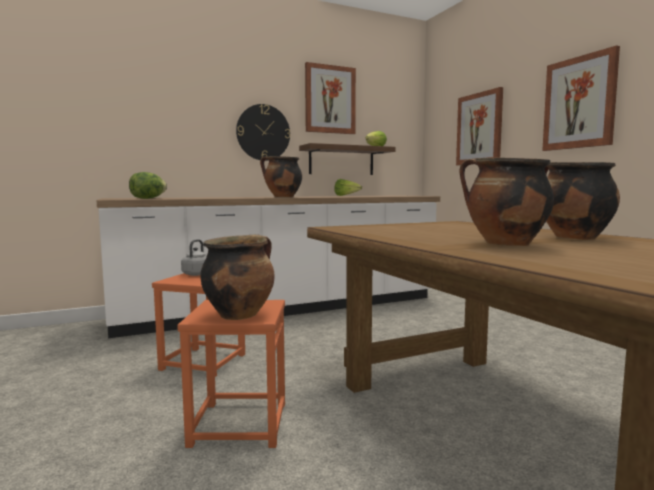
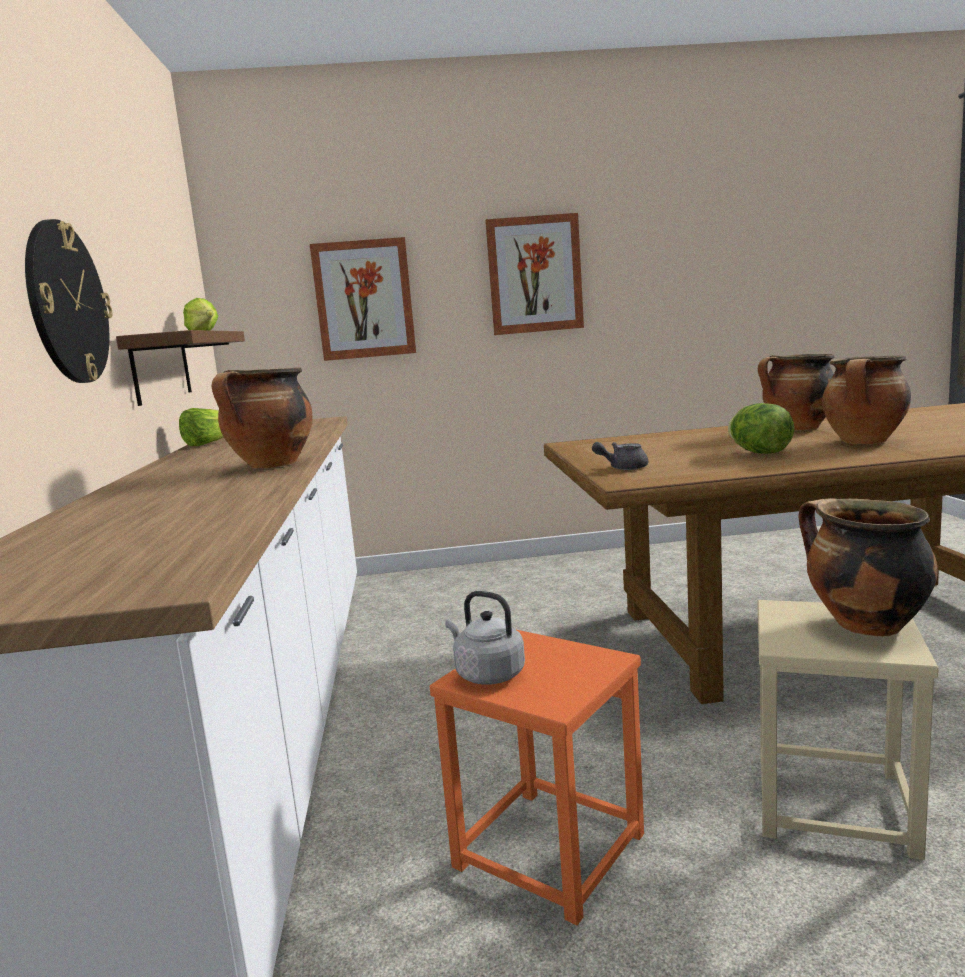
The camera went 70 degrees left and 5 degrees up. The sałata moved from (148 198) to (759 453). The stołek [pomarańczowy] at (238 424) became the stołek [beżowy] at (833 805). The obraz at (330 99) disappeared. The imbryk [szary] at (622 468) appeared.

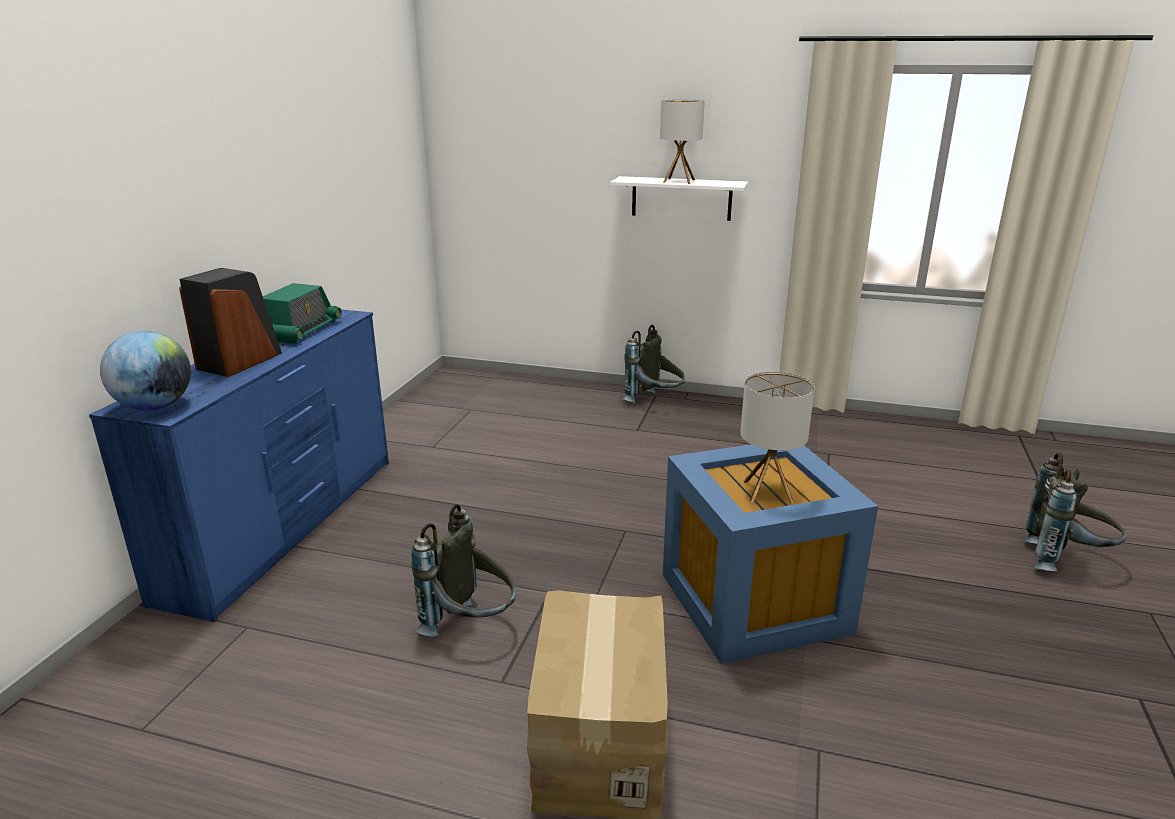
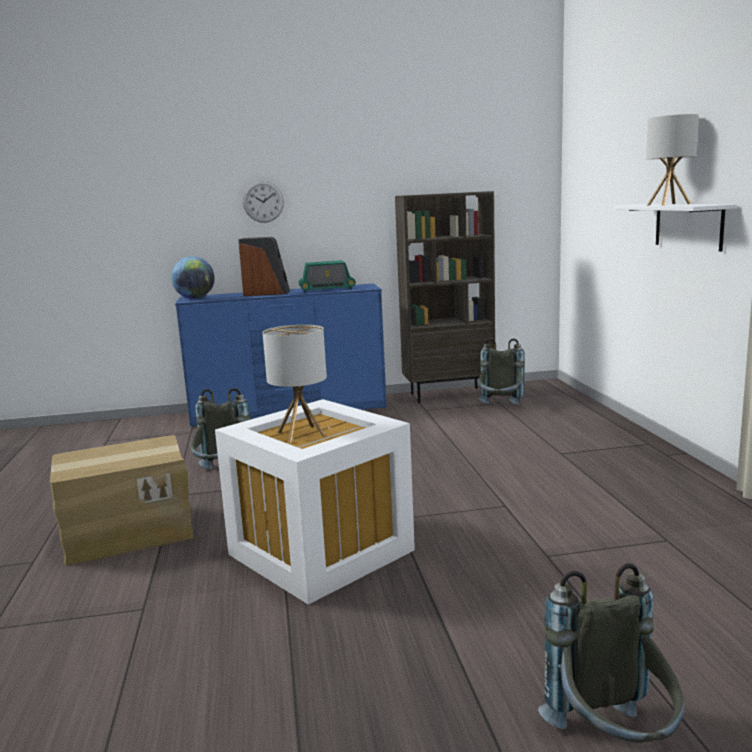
The camera went 65 degrees right and 10 degrees down. The plecak [szary] moved from (655 402) to (500 408). The pojemnik do przechowywania [niebieski] at (755 601) became the pojemnik do przechowywania [biały] at (324 552). The zegar ścienny at (263 201) appeared. The regał [brązowy] at (448 394) appeared.

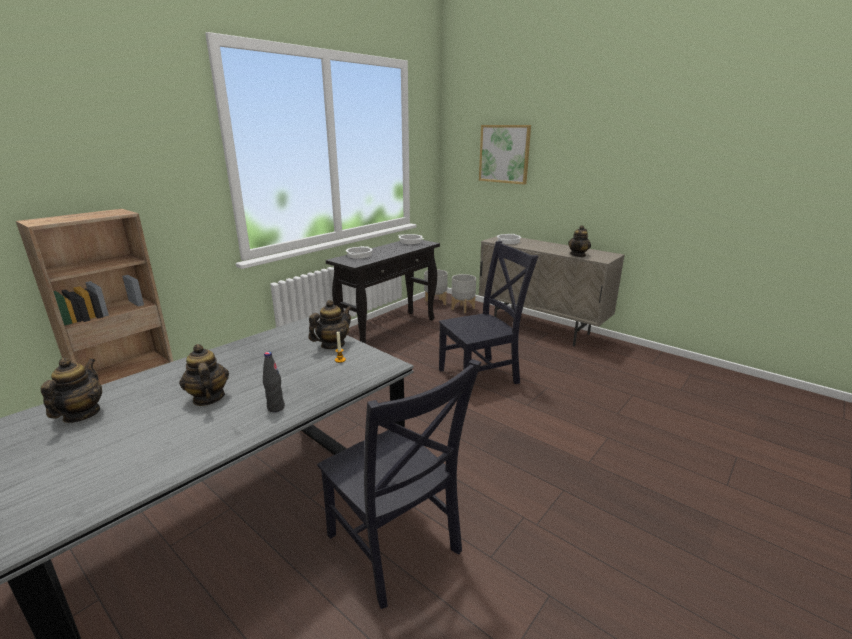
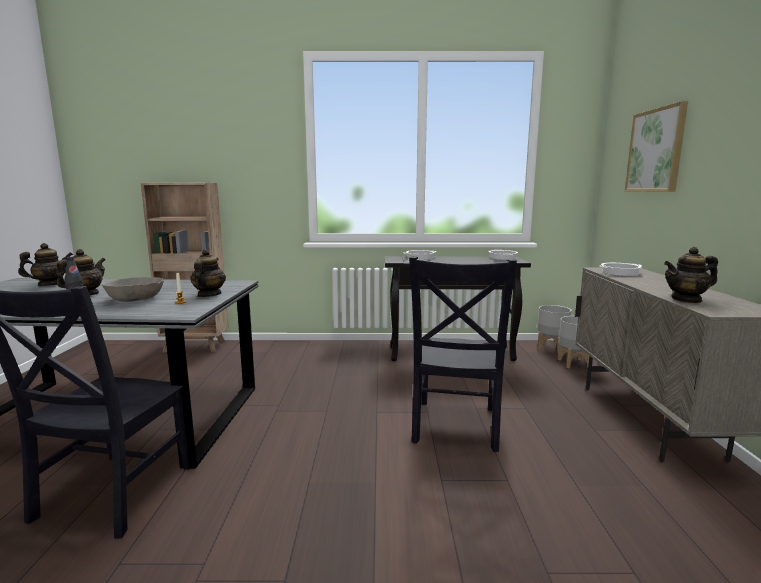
The camera went 50 degrees right and 10 degrees down. The imbryk at (332 345) turned 90 degrees counterclockwise. The krzesło [czarny] at (481 375) turned 75 degrees clockwise. The miska [szary] at (135 298) appeared.

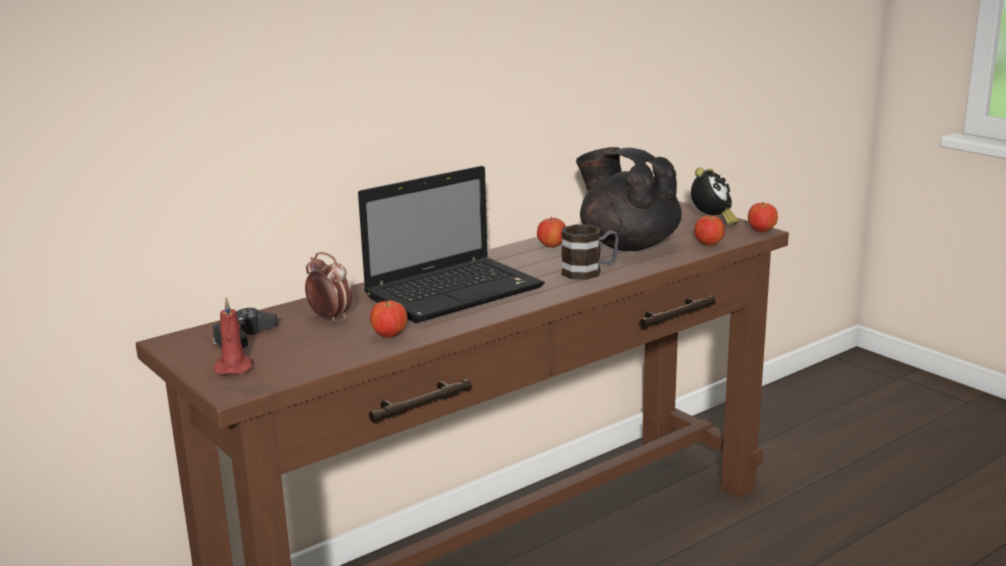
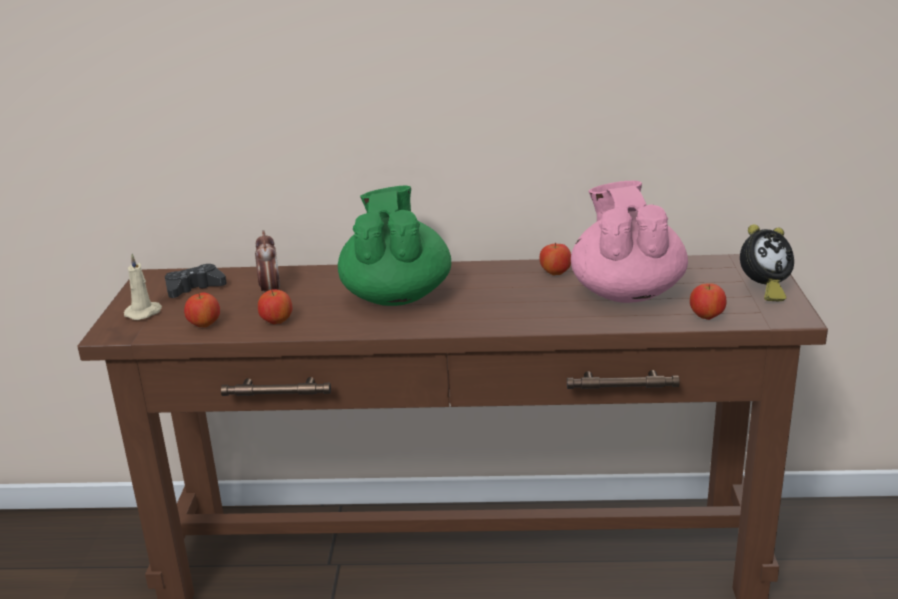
The camera went 40 degrees right and 5 degrees up. The świeca [czerwony] at (234 367) became the świeca [beżowy] at (144 313). The laptop at (456 291) was replaced by the imbryk [zielony] at (396 296). The kubek at (589 272) disappeared. The imbryk [czarny] at (628 245) became the imbryk [różowy] at (626 293). The jabłko moved from (761 231) to (204 325).

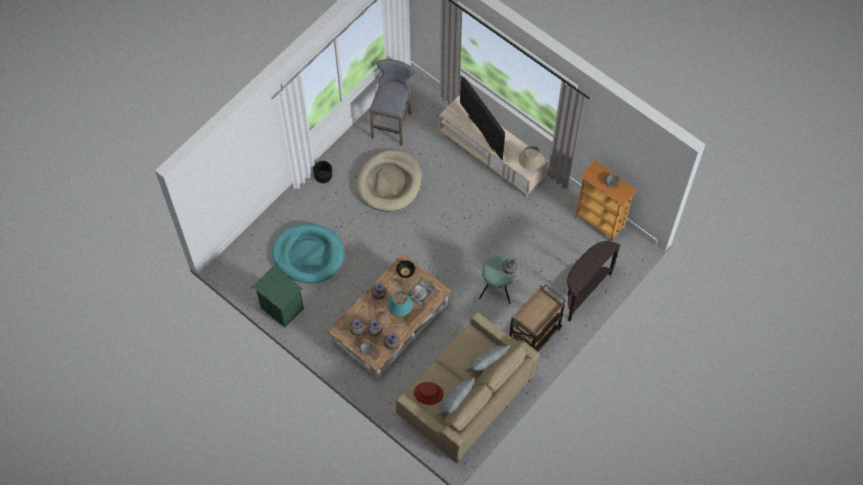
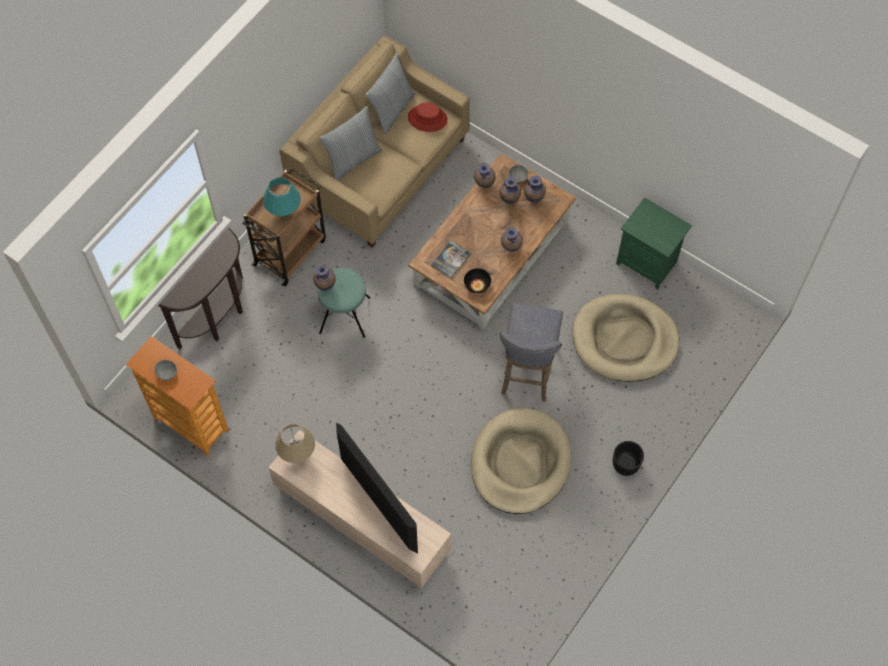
The camera went 175 degrees right and 0 degrees up. The legowisko [turkusowy] at (308 255) became the legowisko [beżowy] at (624 340). The stołek [szary] moved from (392 123) to (527 374). The lampa stołowa [turkusowy] moved from (400 310) to (284 212).

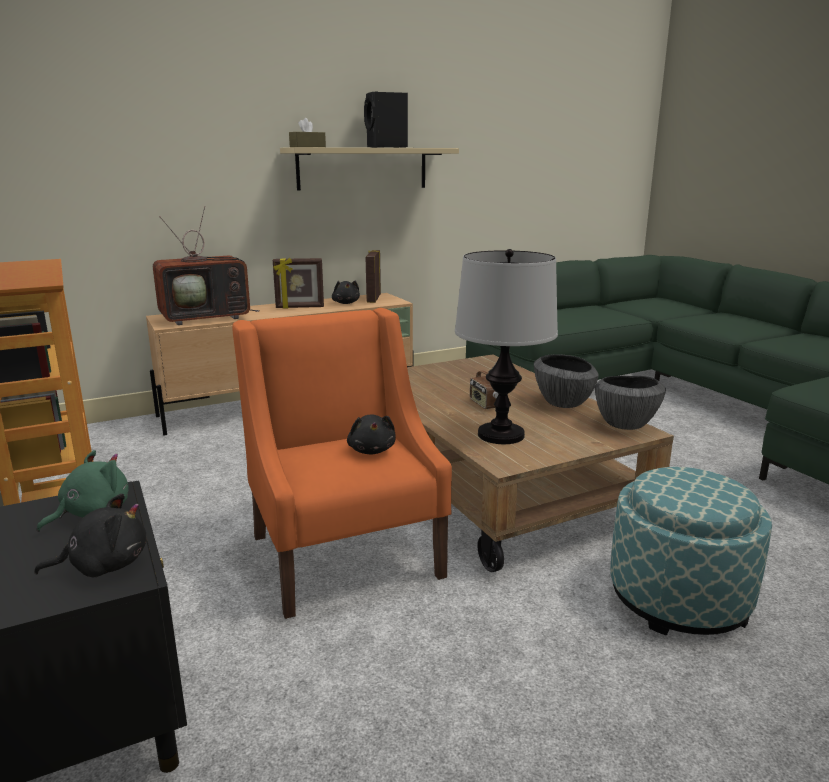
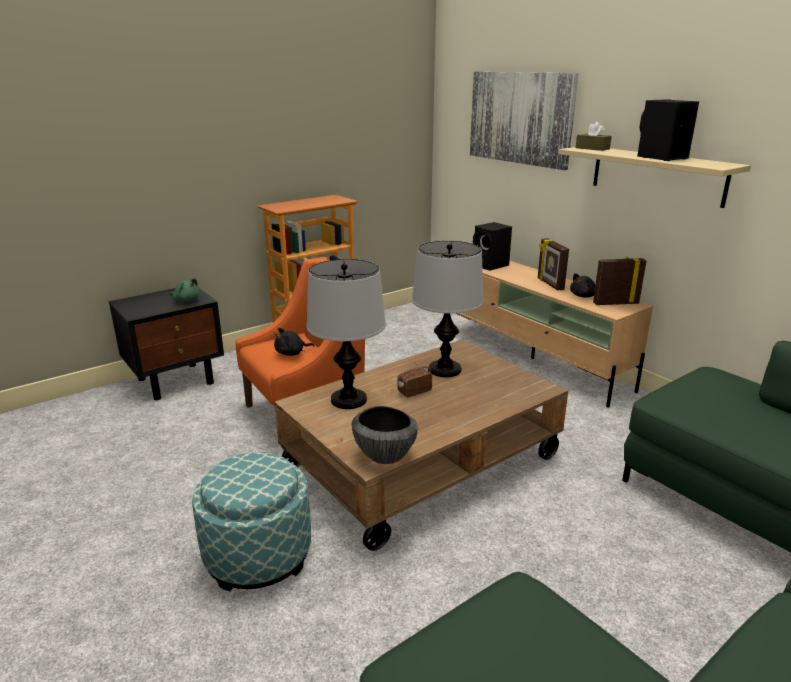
The camera went 80 degrees right and 5 degrees up. The pluszak [czarny] at (104 565) disappeared. The telewizor at (207 317) was replaced by the głośnik [czarny] at (491 265). The miska at (563 403) disappeared. The lampa stołowa at (445 369) appeared. The obraz at (520 118) appeared.

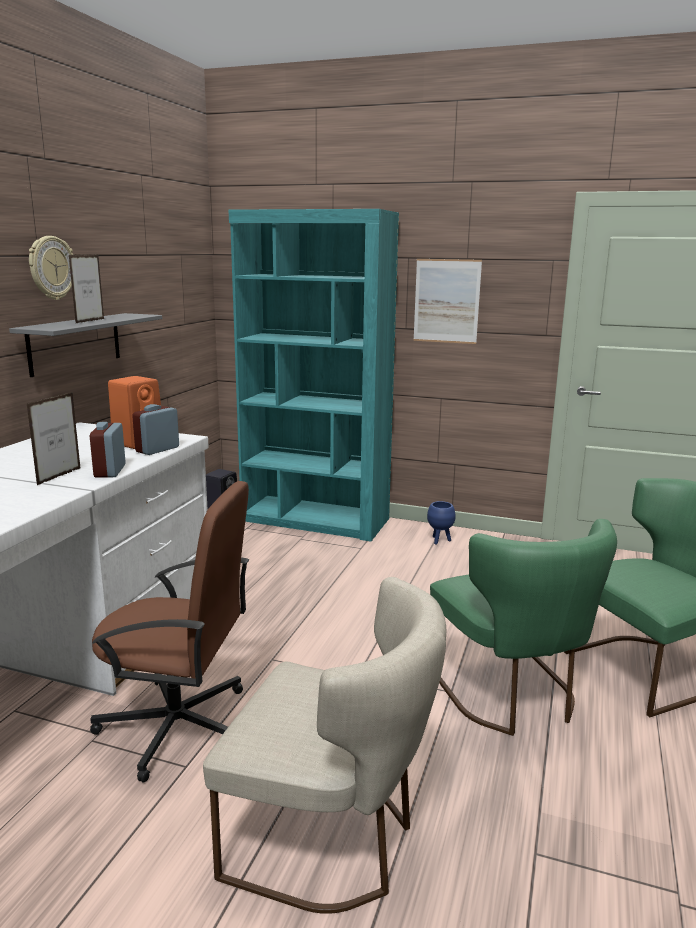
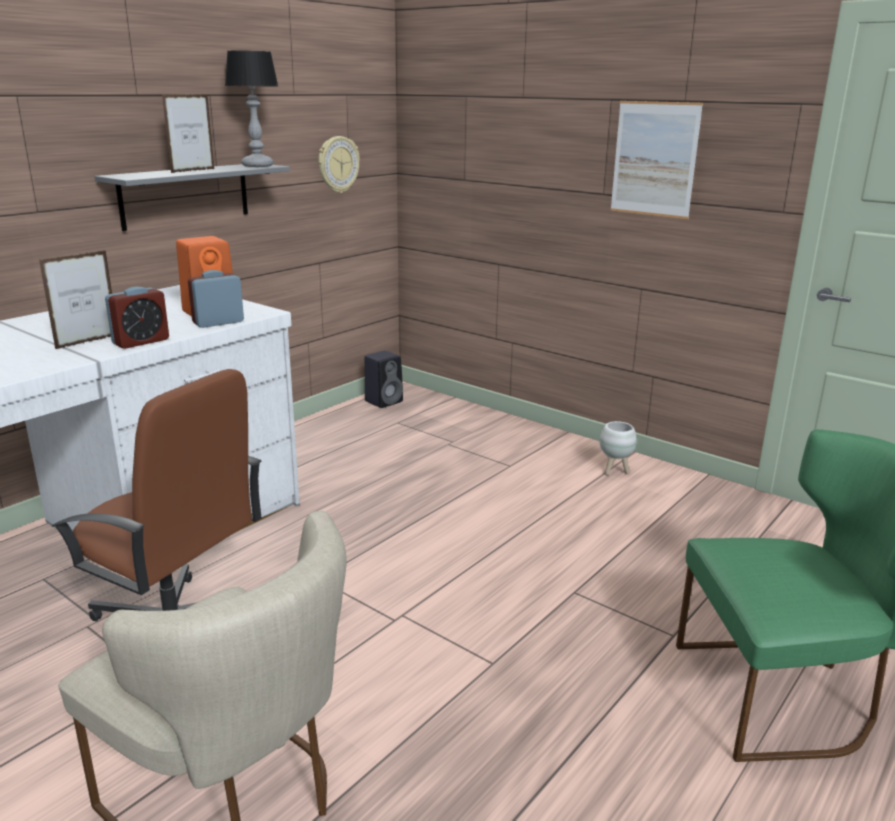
The camera went 20 degrees right and 5 degrees up. The zegar ścienny moved from (51 268) to (338 164). The budzik at (110 471) turned 150 degrees counterclockwise. The regał [turkusowy] at (315 520) disappeared. The donica [niebieski] at (440 540) became the donica [biały] at (615 471). The krzesło [zielony] at (512 696) disappeared. The lampa stołowa at (257 165) appeared.

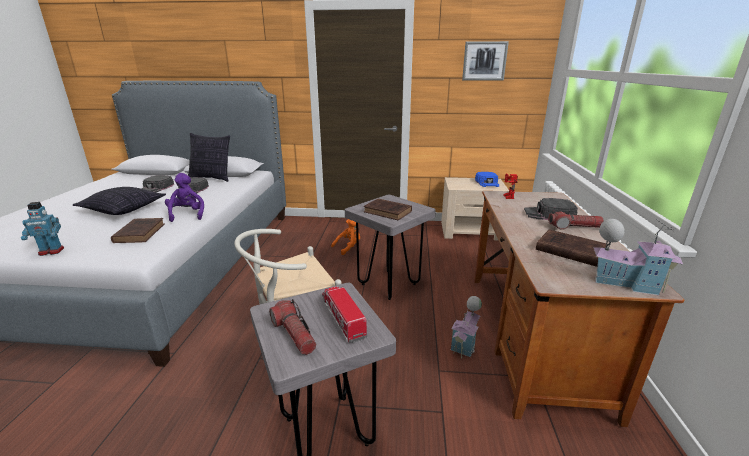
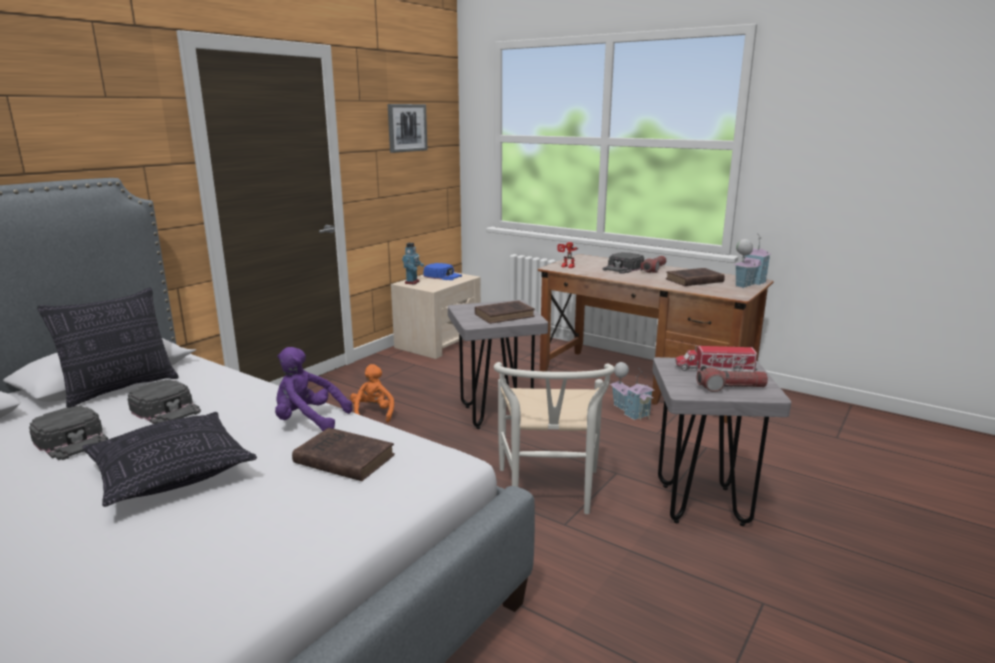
The camera went 60 degrees left and 5 degrees down. The robot zabawkowy moved from (51 251) to (412 282).

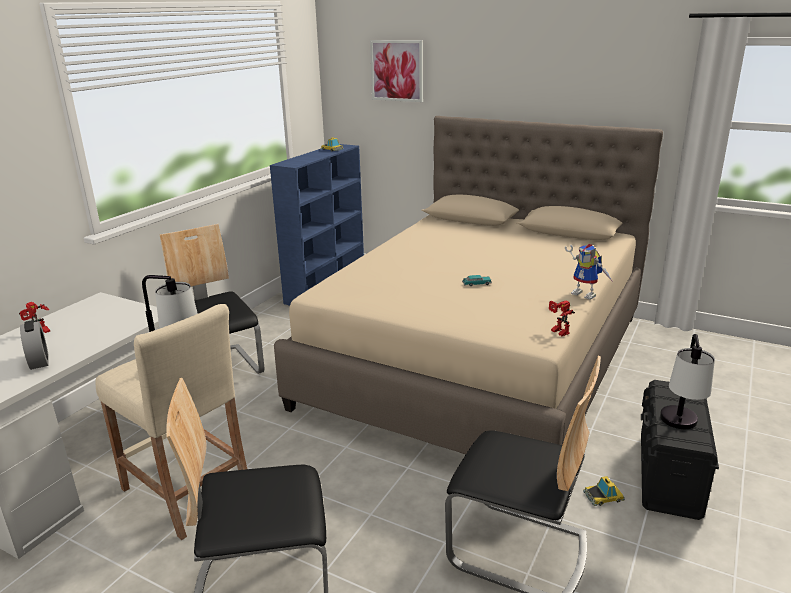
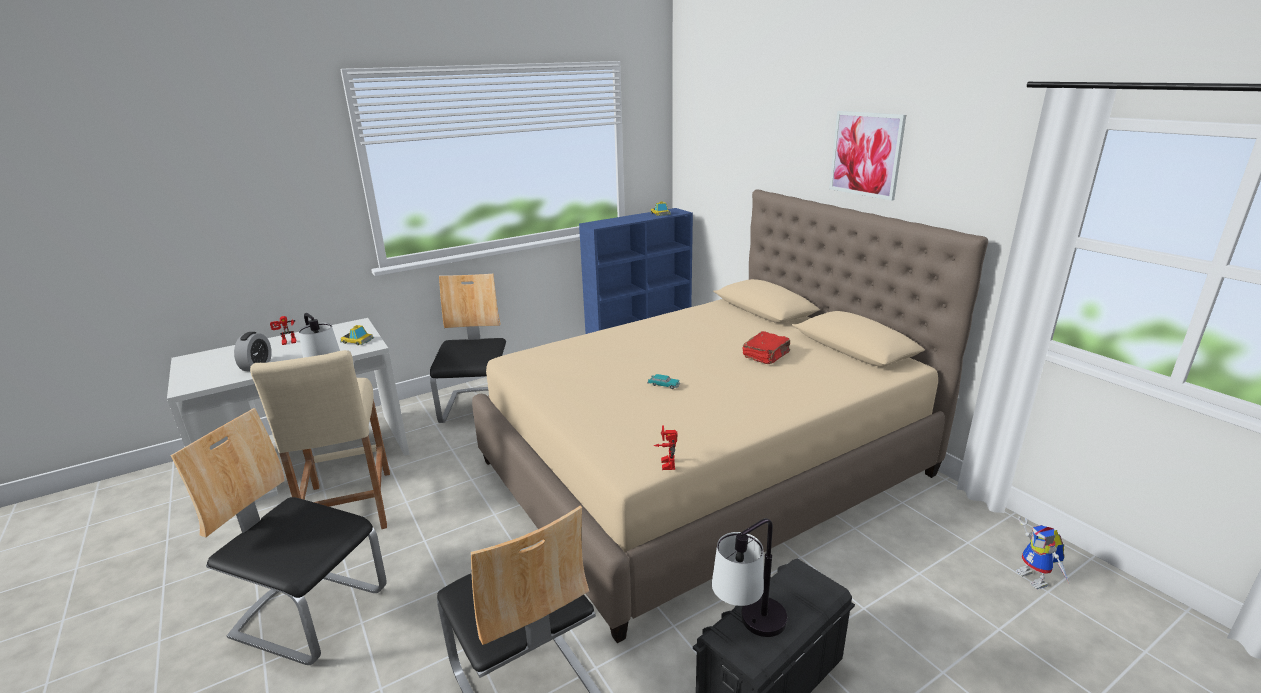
The camera went 30 degrees right and 0 degrees up. The obraz moved from (397 70) to (866 154). The robot zabawkowy moved from (587 294) to (1036 579). The samochodzik moved from (603 496) to (357 340). The książka [czerwony] at (766 355) appeared.

